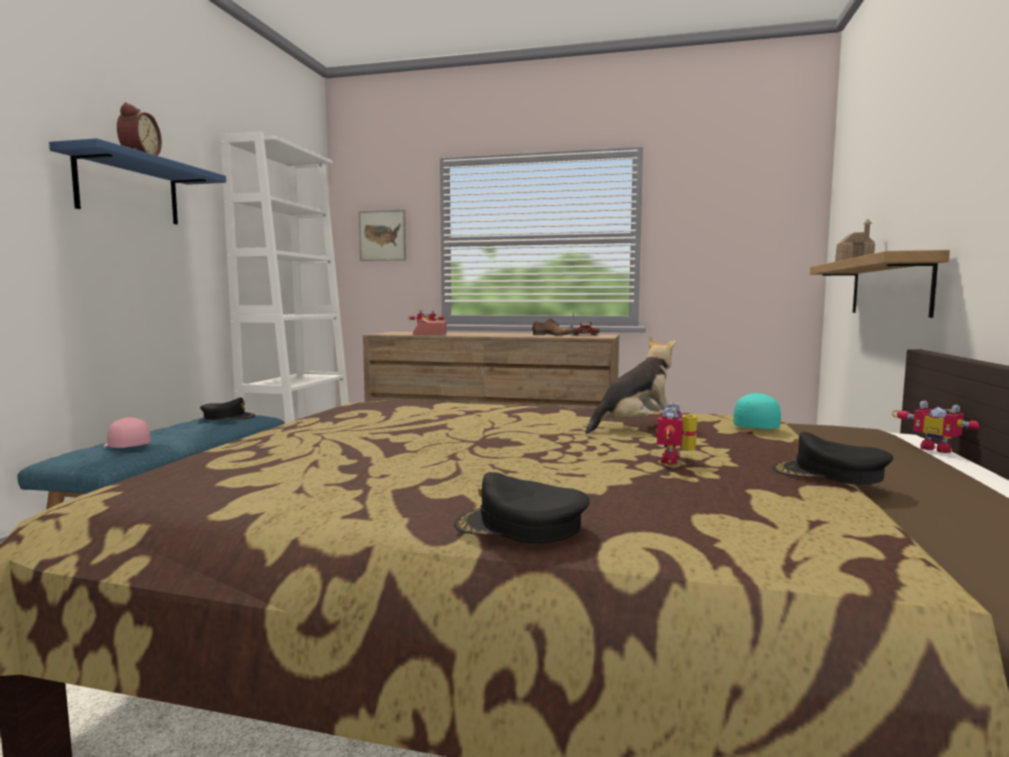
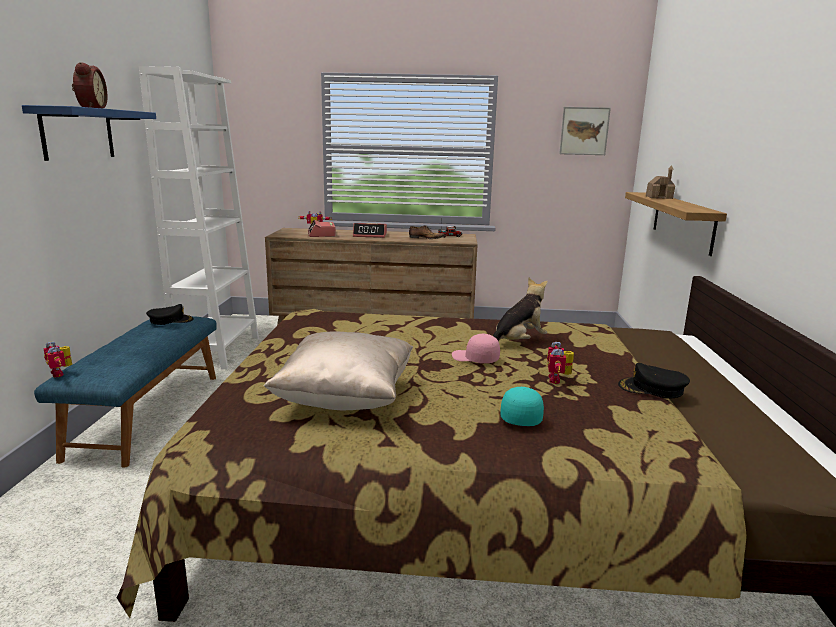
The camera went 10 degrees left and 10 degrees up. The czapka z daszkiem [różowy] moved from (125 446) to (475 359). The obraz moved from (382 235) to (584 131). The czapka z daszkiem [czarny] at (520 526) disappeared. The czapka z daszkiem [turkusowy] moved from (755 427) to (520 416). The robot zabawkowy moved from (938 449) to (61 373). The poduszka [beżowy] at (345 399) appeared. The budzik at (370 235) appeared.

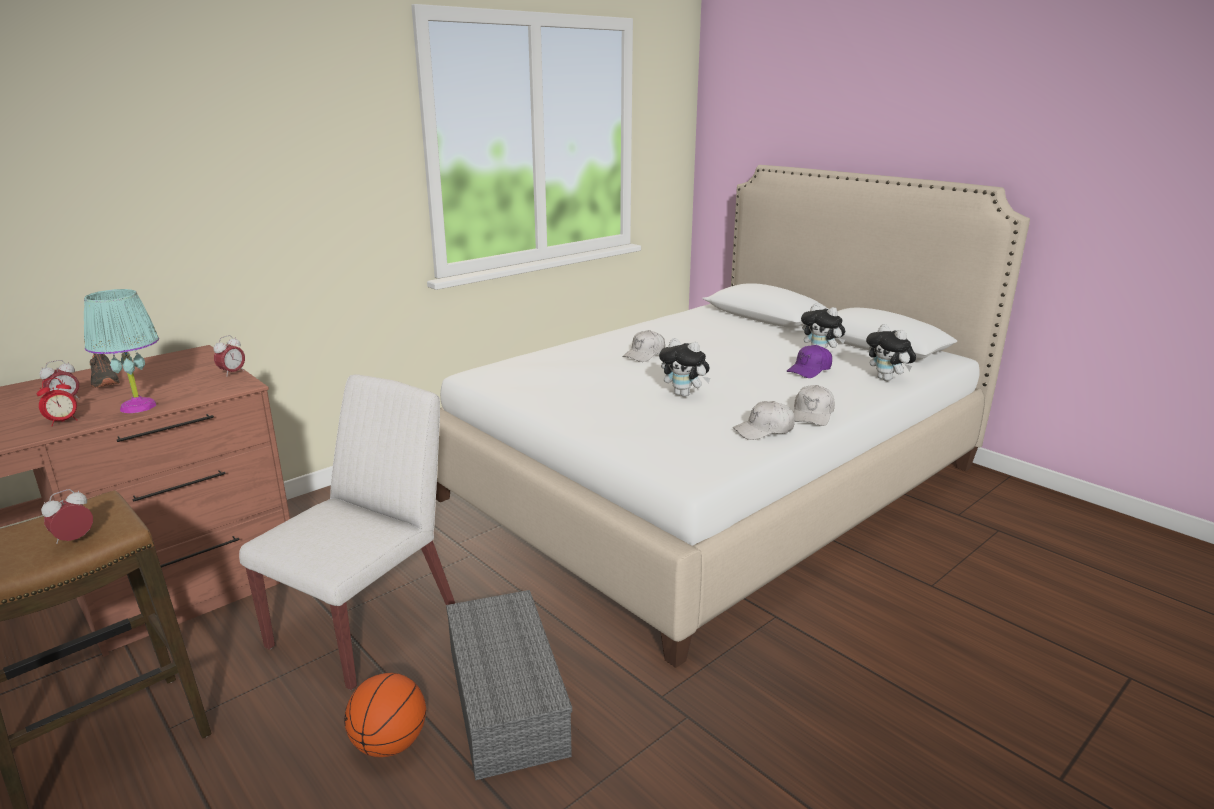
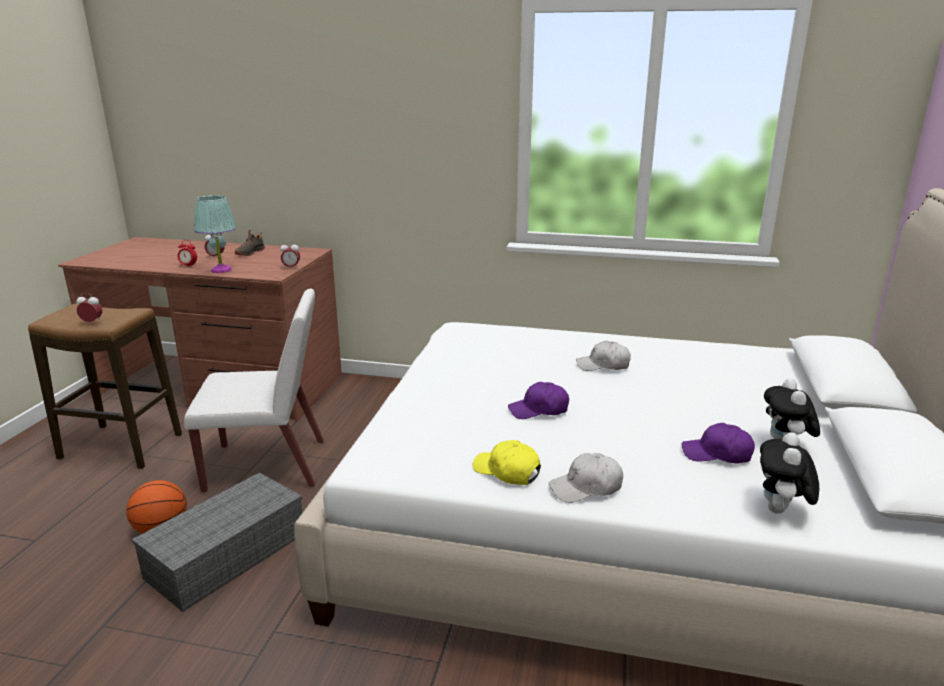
The camera went 55 degrees right and 0 degrees up. The pluszak at (684 394) was replaced by the czapka z daszkiem [fioletowy] at (539 410). The czapka z daszkiem [biały] at (764 430) became the czapka z daszkiem [żółty] at (507 471).

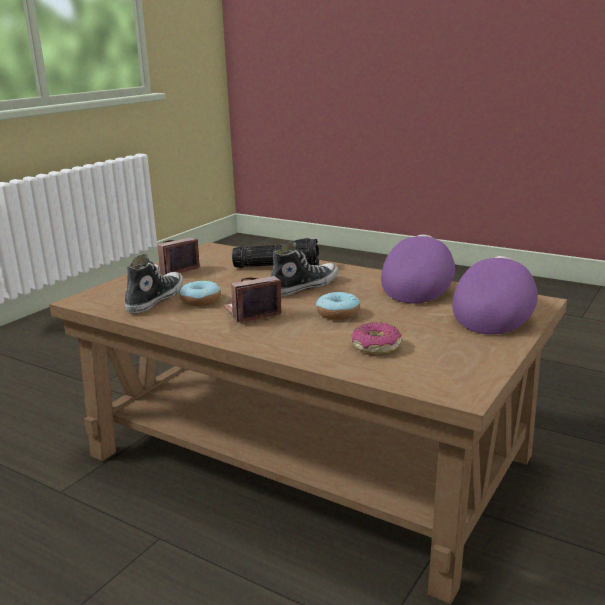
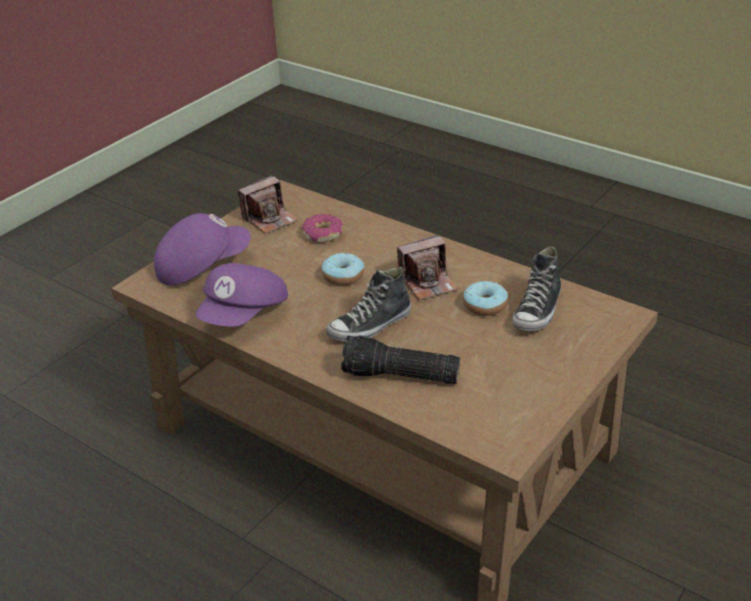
The camera went 175 degrees left and 15 degrees up. The aparat fotograficzny moved from (173 269) to (270 219). The czapka z daszkiem [fioletowy] at (493 316) turned 150 degrees counterclockwise.

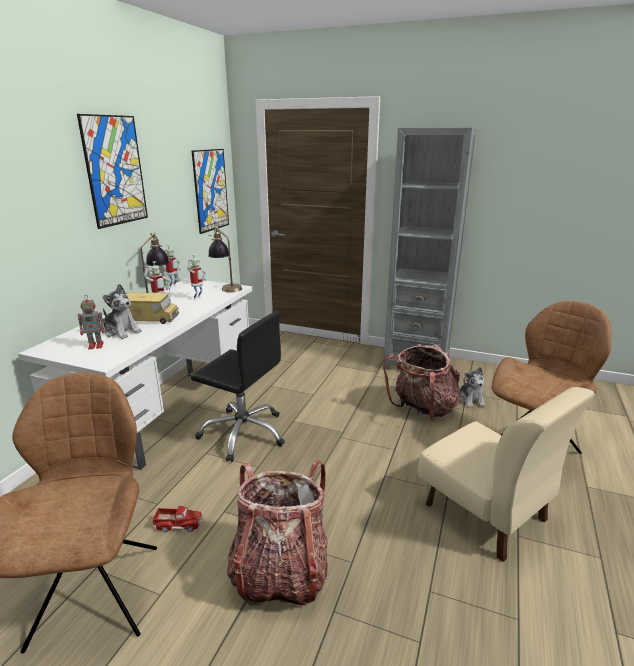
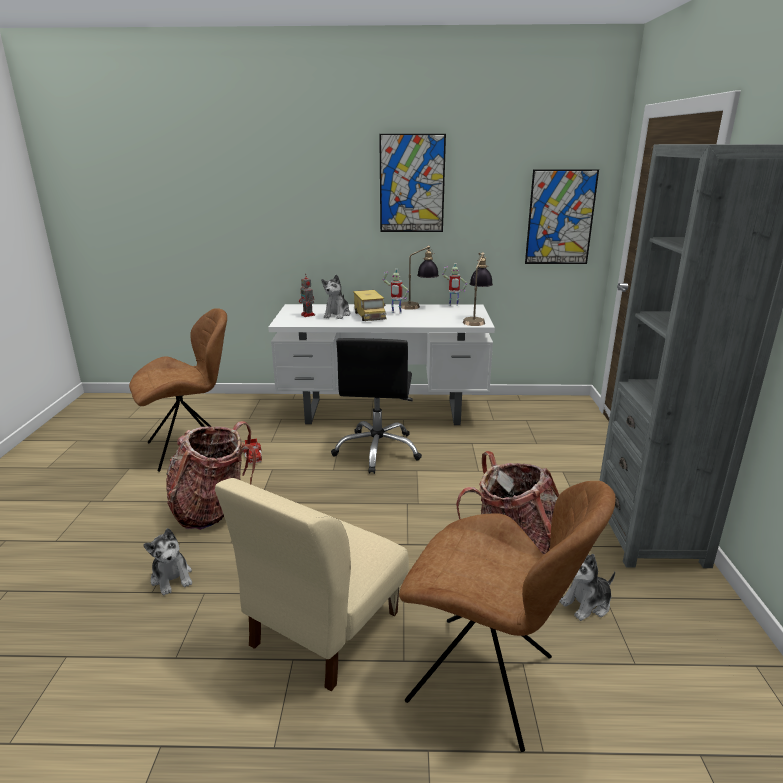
The camera went 70 degrees right and 0 degrees up. The robot zabawkowy at (198 298) disappeared. The pluszak at (172 577) appeared.

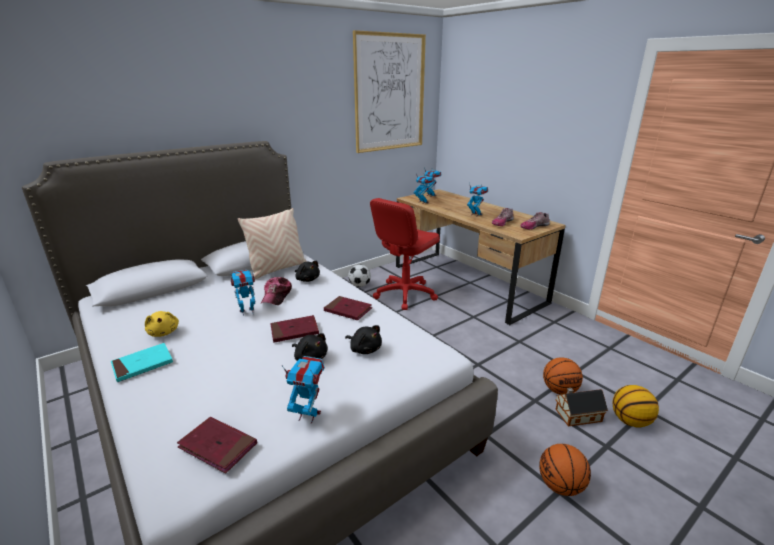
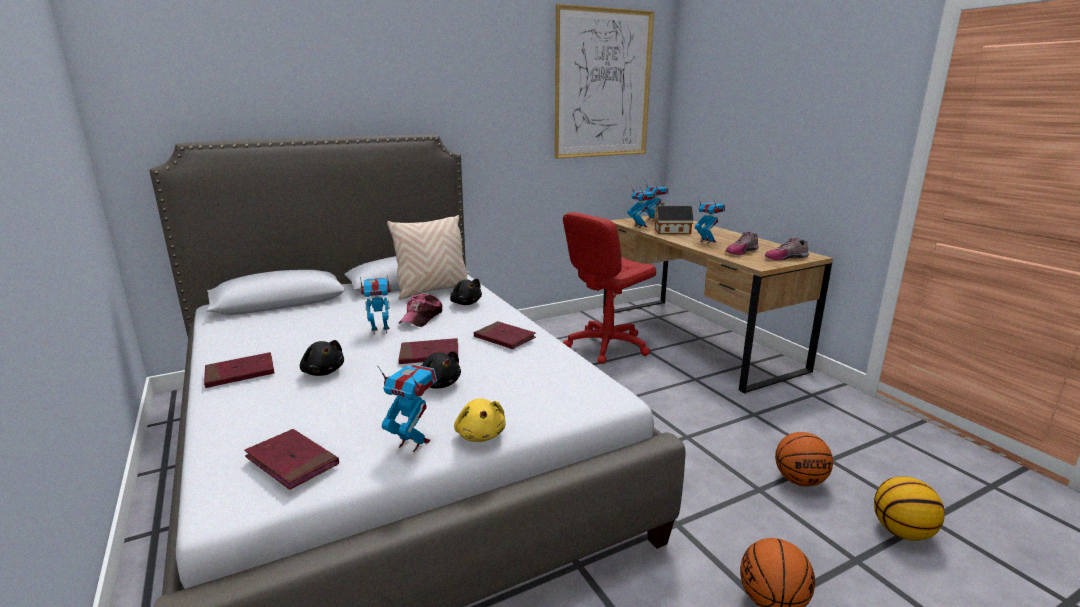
The camera went 10 degrees right and 5 degrees down. The książka [turkusowy] at (143 364) became the książka [czerwony] at (240 373). The pluszak [żółty] moved from (164 332) to (480 434). The pluszak [czarny] moved from (364 349) to (323 371). The piłka futbolowa at (359 285) disappeared. The domek moved from (576 415) to (670 231).

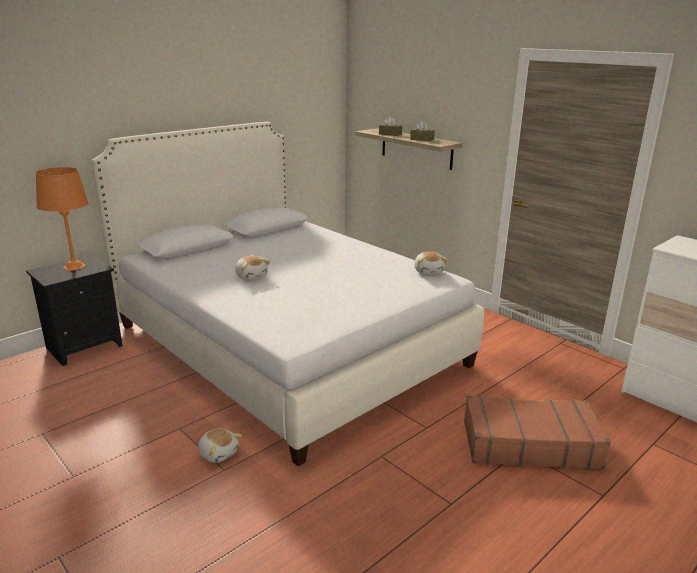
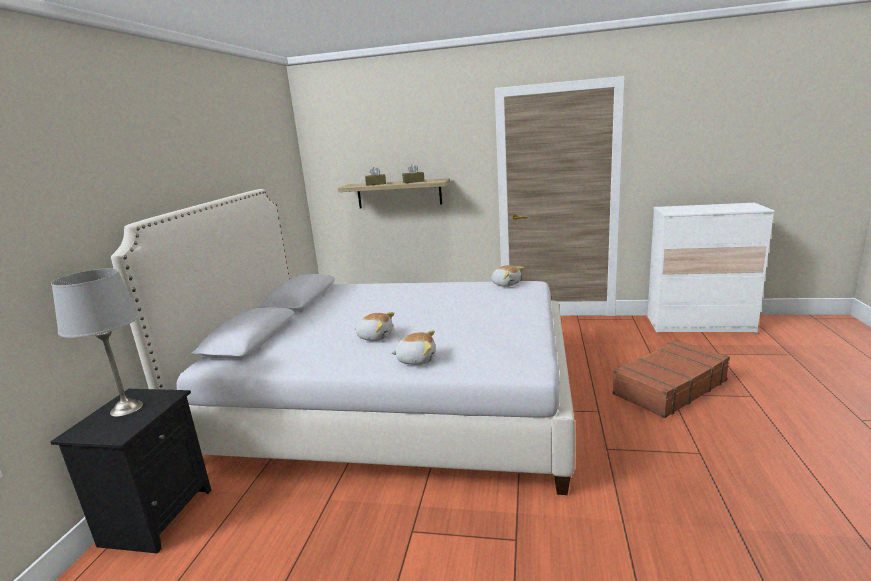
The camera went 35 degrees left and 5 degrees down. The lampa stołowa [pomarańczowy] at (74 267) became the lampa stołowa [szary] at (127 408). The pluszak moved from (218 453) to (416 359).

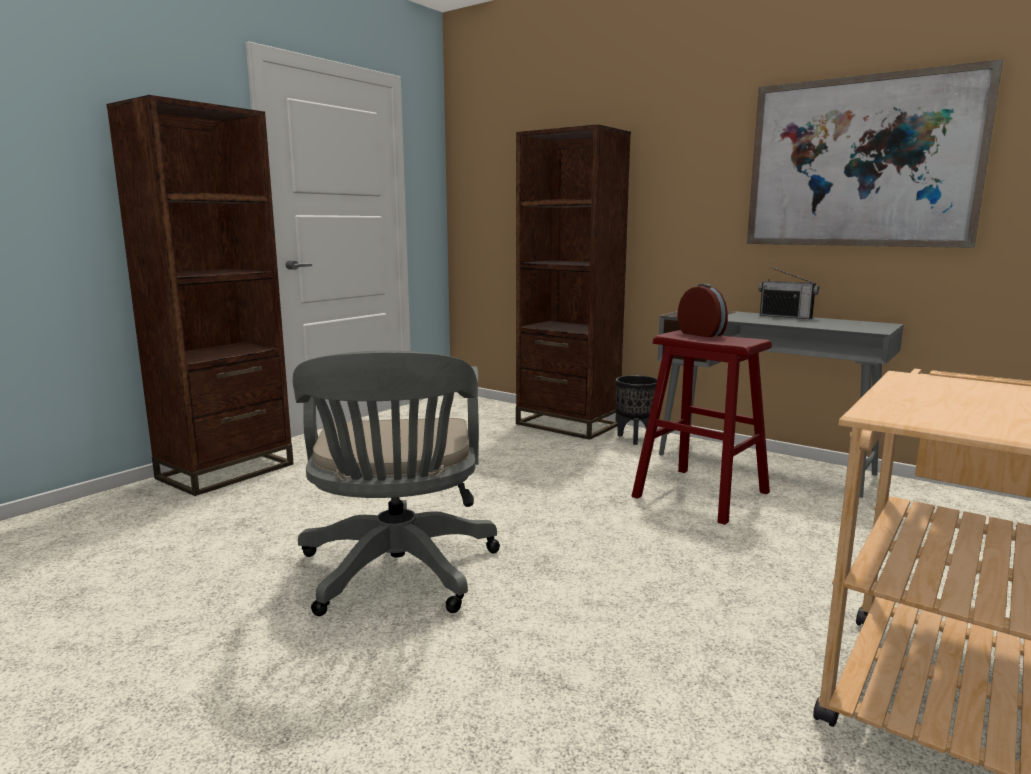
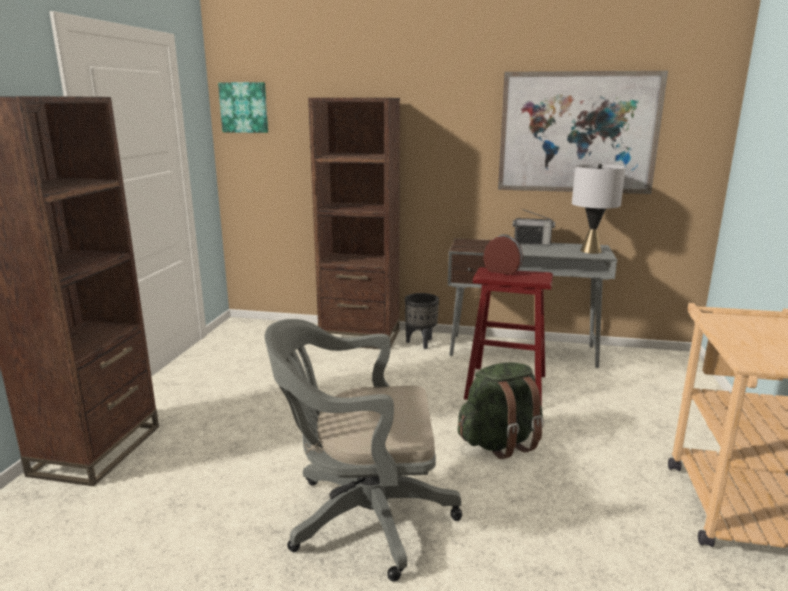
The camera went 25 degrees left and 5 degrees up. The krzesło biurowe [szary] at (397 574) turned 120 degrees clockwise. The obraz at (244 107) appeared. The plecak [zielony] at (500 442) appeared. The lampa stołowa [szary] at (590 251) appeared.

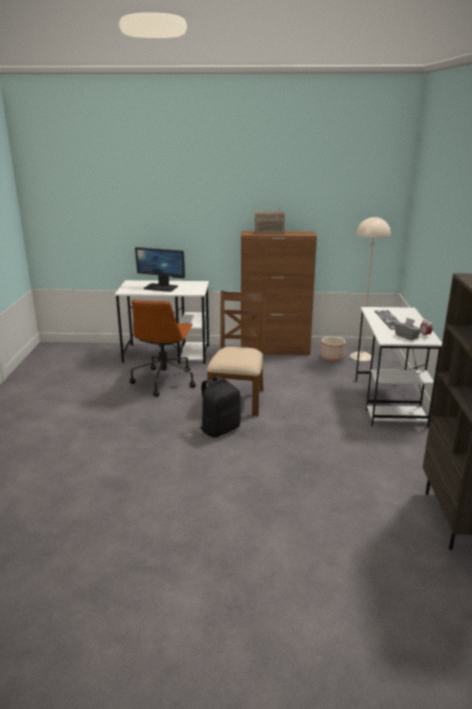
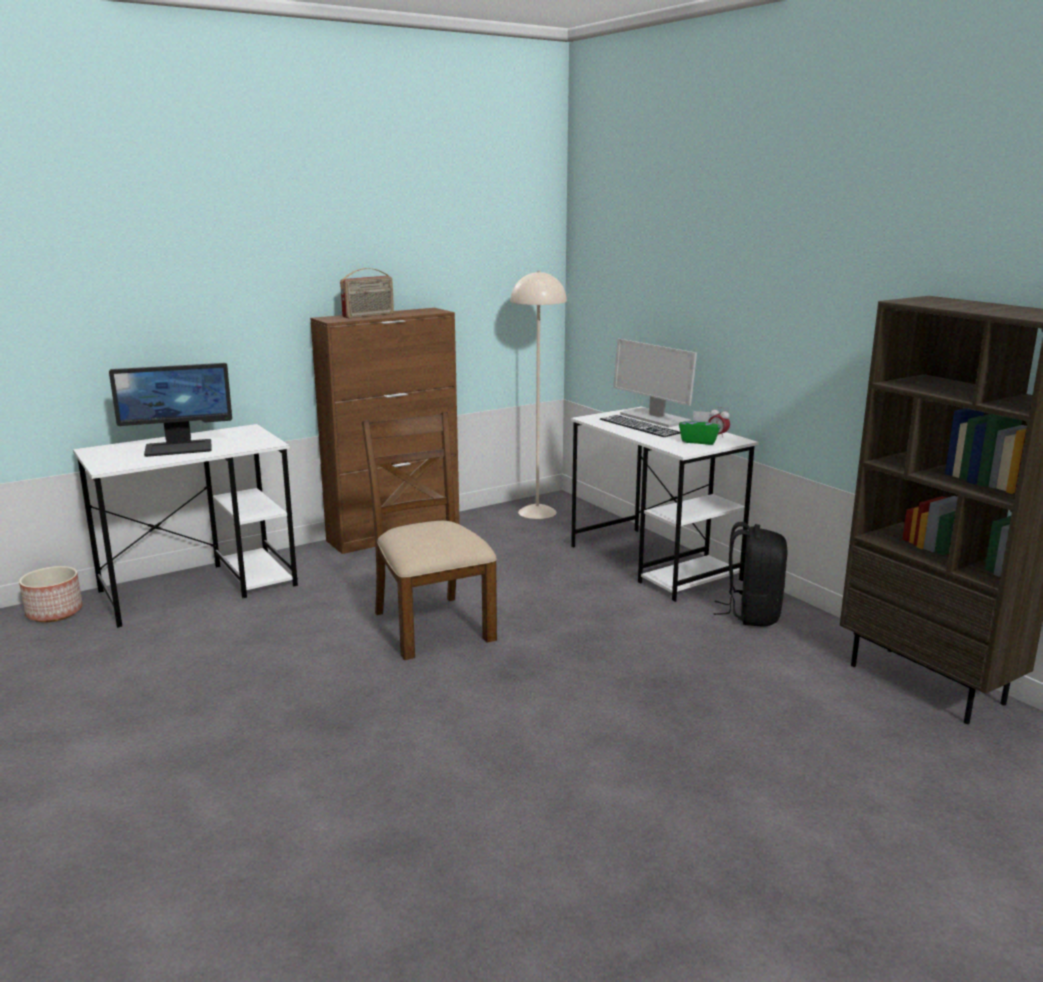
The camera went 35 degrees left and 5 degrees down. The krzesło biurowe [brązowy] at (164 381) disappeared. The plecak [czarny] moved from (220 429) to (752 614). The donica moved from (332 357) to (55 613). The pudełko chusteczek [szary] at (407 336) became the pudełko chusteczek [zielony] at (699 441). The monitor at (654 418) appeared.

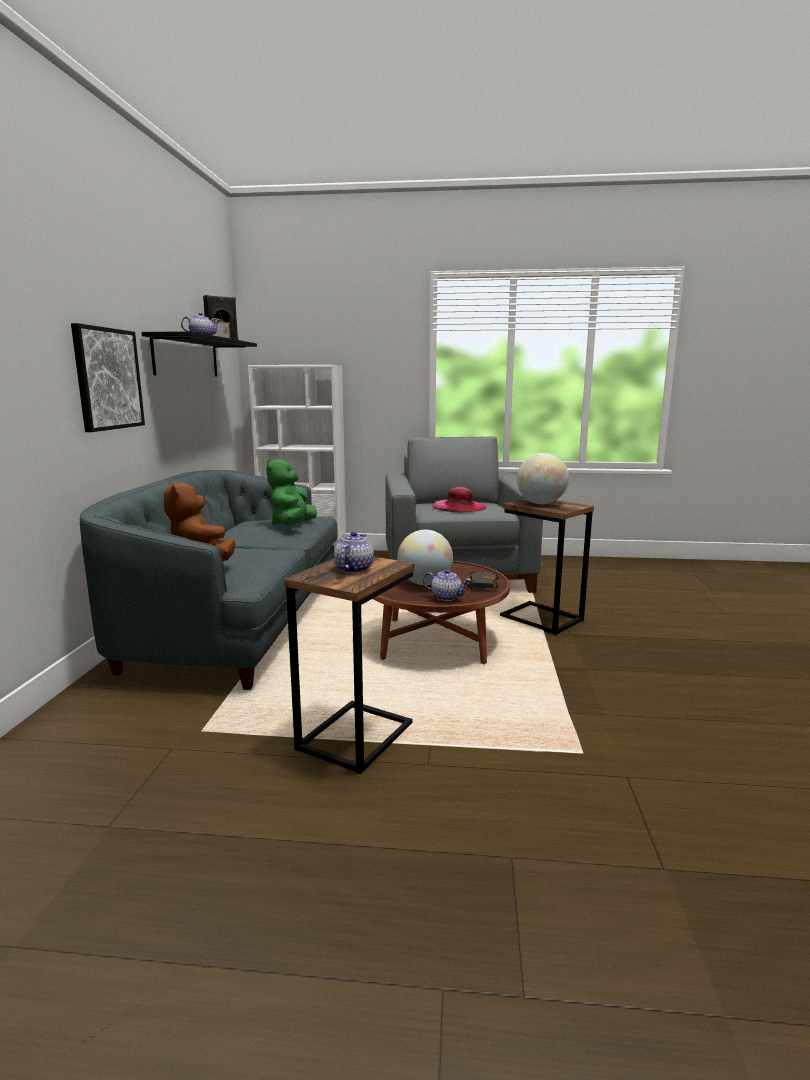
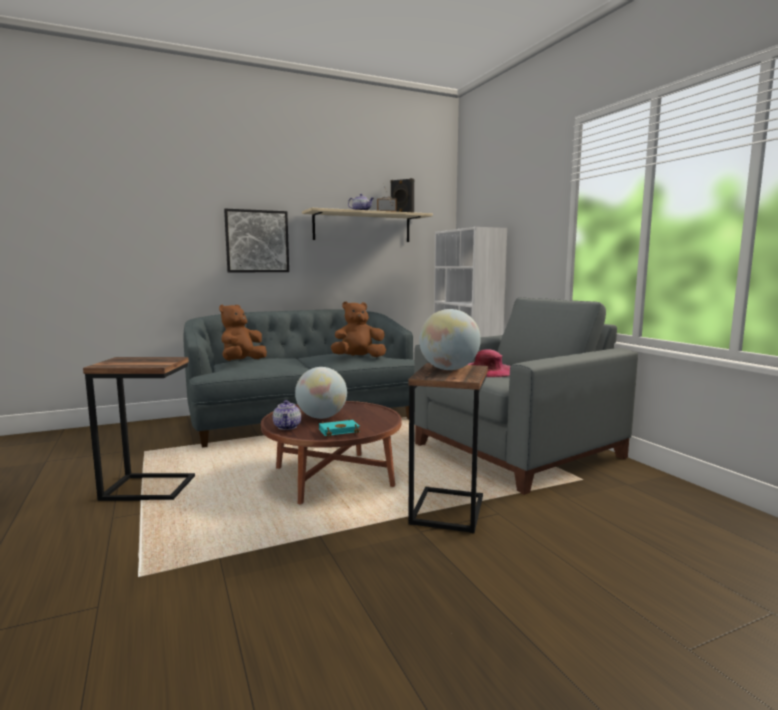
The camera went 60 degrees right and 5 degrees down. The półka [czarny] at (186 357) became the półka [beżowy] at (362 227). The pluszak [zielony] at (293 525) became the pluszak [brązowy] at (358 358). The imbryk at (353 569) disappeared. The książka [czarny] at (481 583) became the książka [turkusowy] at (339 430).

